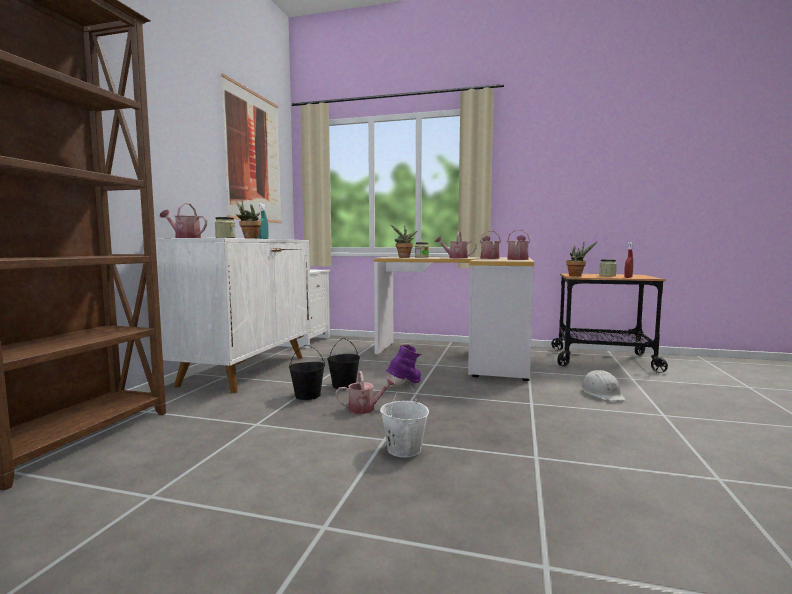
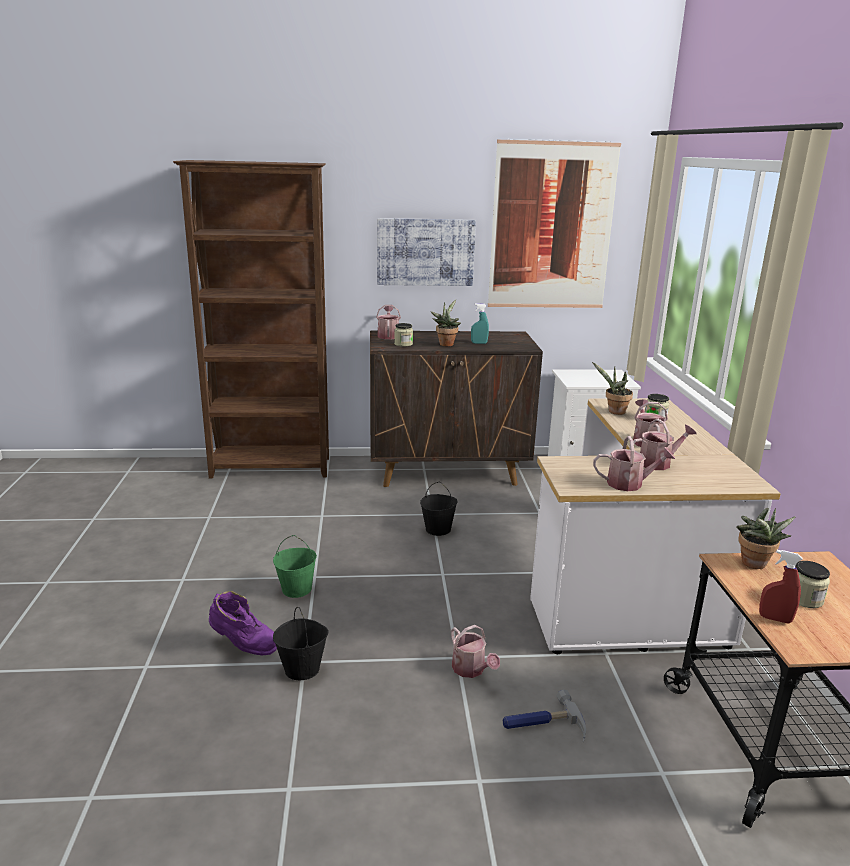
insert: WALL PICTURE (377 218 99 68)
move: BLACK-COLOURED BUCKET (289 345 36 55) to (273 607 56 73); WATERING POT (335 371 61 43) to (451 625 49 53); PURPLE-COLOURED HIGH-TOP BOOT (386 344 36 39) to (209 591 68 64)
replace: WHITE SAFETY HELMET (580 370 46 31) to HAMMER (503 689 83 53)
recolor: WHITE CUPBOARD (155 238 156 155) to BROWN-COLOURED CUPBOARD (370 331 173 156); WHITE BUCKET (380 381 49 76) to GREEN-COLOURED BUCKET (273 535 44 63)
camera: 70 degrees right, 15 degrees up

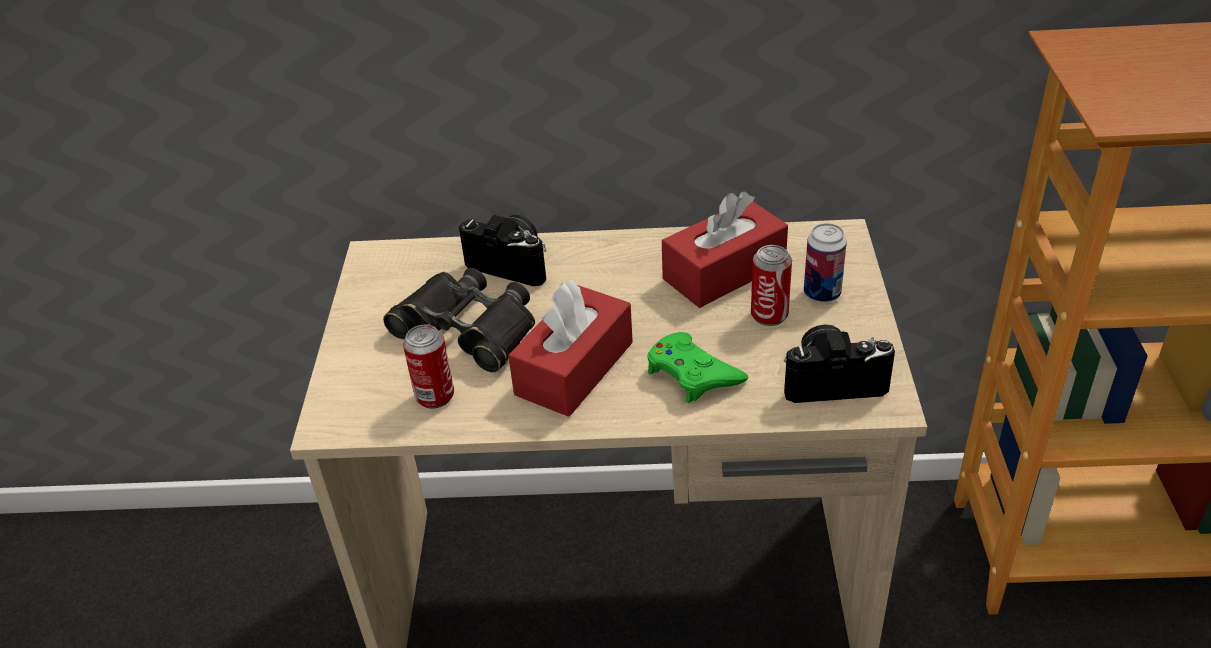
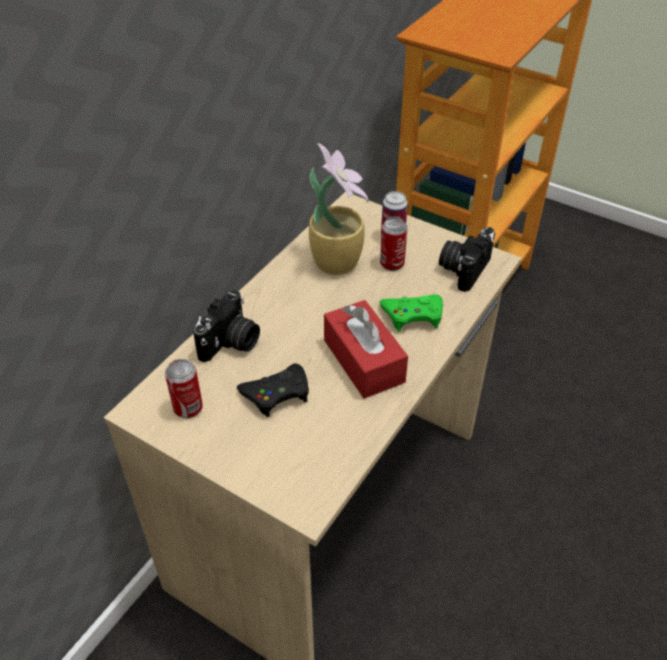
move: CAN (403 324 51 85) to (165 359 38 60)
replace: BLACK-COLOURED FIELD GLASSES (383 268 152 105) to BLACK-COLOURED GAME CONTROLLER (237 363 72 54); REDDISH TISSUE BOX (662 191 126 117) to POTTED PLANT (309 143 60 132)
rotate: STILL CAMERA (459 215 87 71) = (193 290 67 72) 150 degrees clockwise
camera: 60 degrees left, 5 degrees up

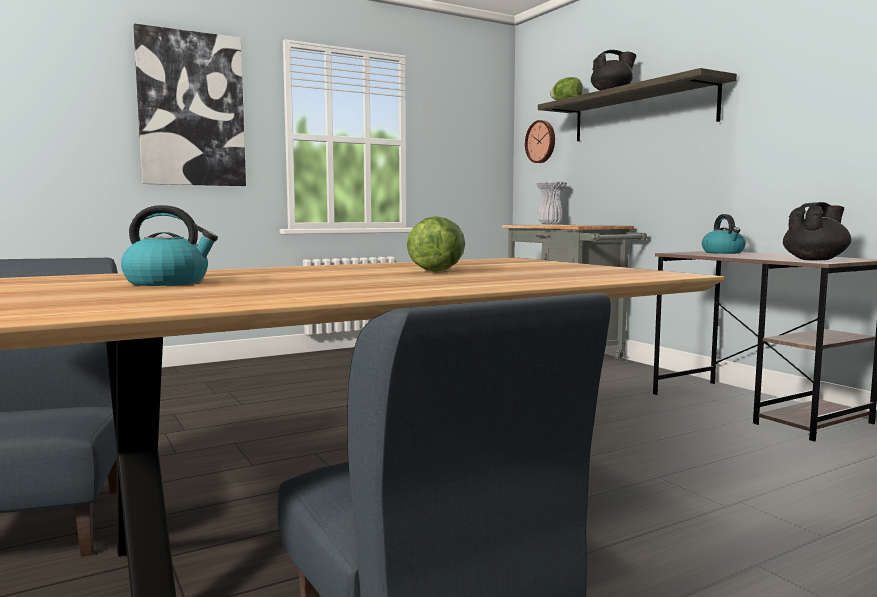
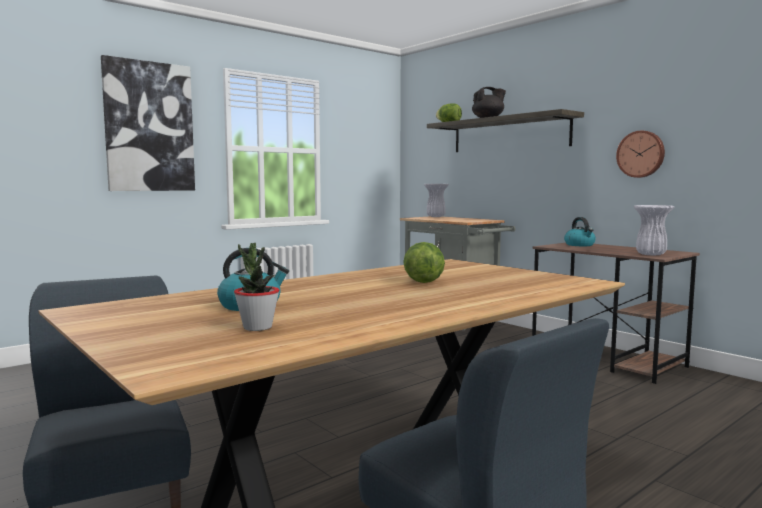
insert: POTTED PLANT (234 243 45 88)
move: HANGING CLOCK (525 120 30 43) to (616 131 49 47)
replace: BLACK-COLOURED TEA POT (783 202 68 58) to WHITE VASE (634 205 40 51)
camera: 10 degrees left, 0 degrees up

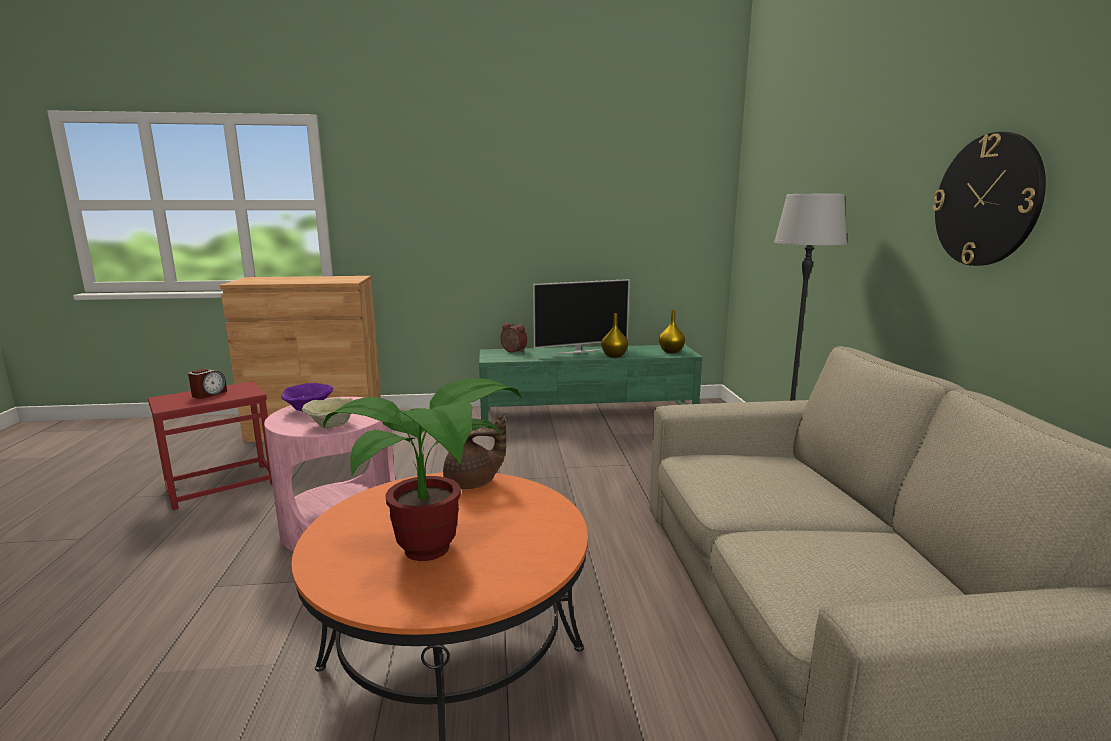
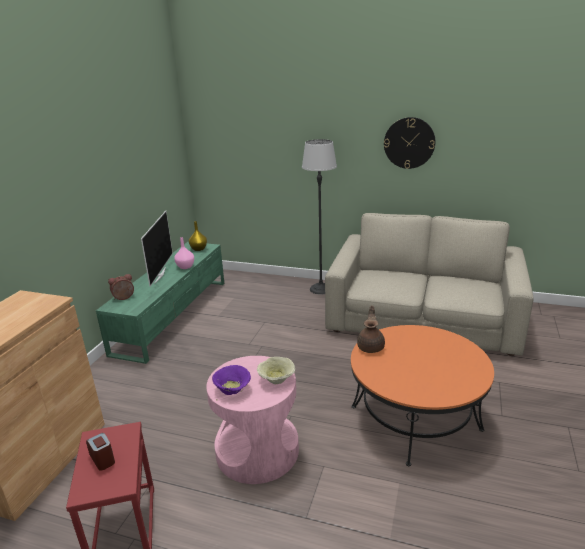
delete: POTTED PLANT (323 378 199 183)
recolor: YELLOW-COLOURED VASE (601 313 27 45) to PINKISH VASE (174 237 20 32)
camera: 65 degrees left, 10 degrees up

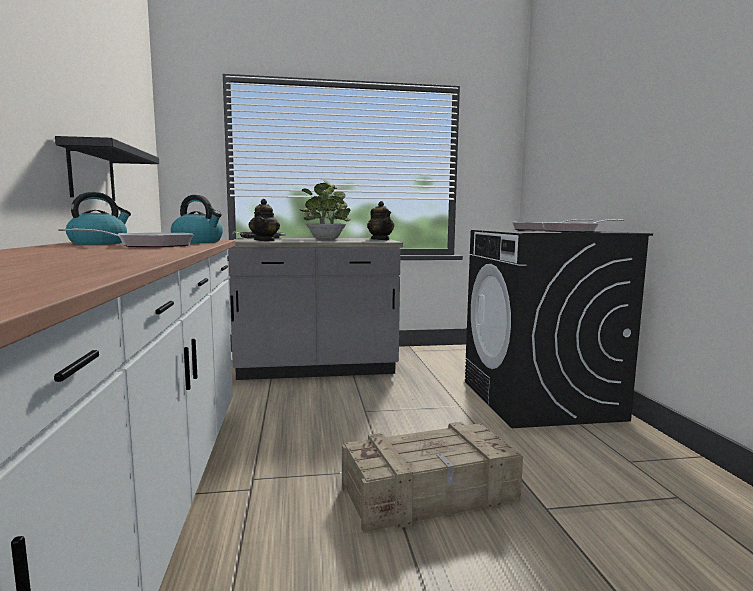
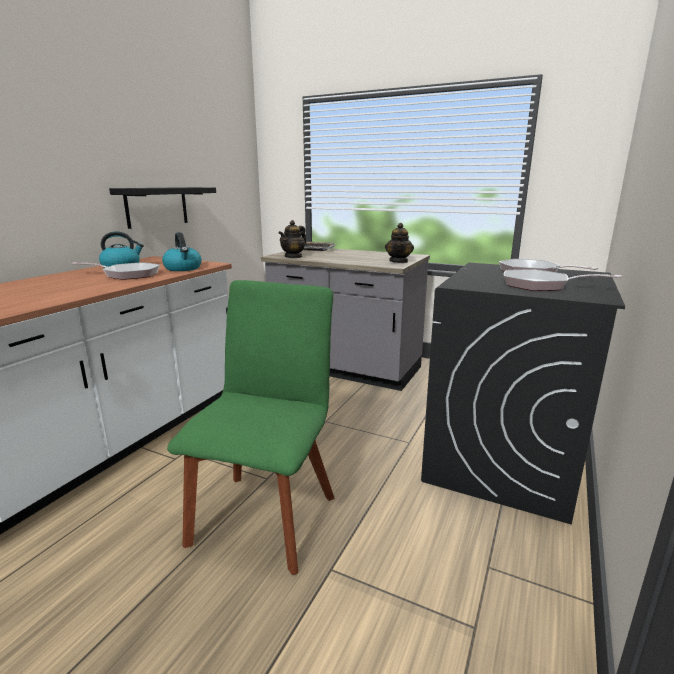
delete: POTTED PLANT (299 179 52 61)
replace: CRATE (342 422 181 111) to GREEN-COLOURED UPRIGHT CHAIR (167 280 168 295)
camera: 35 degrees right, 10 degrees up

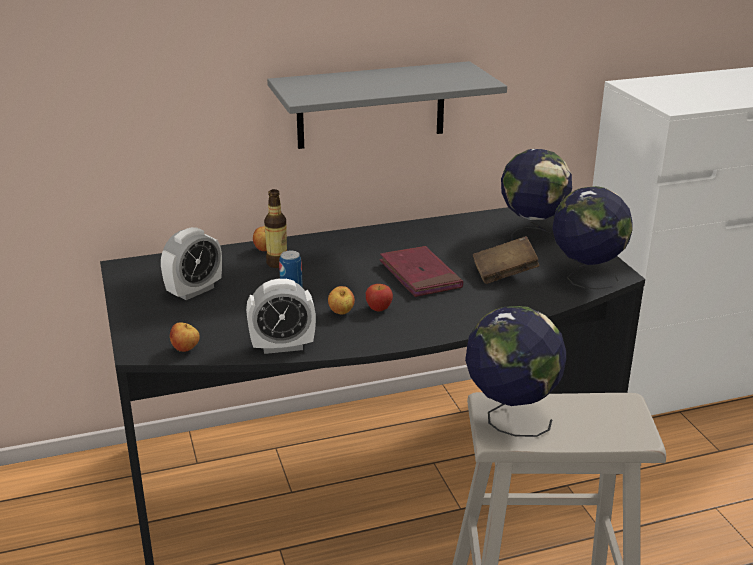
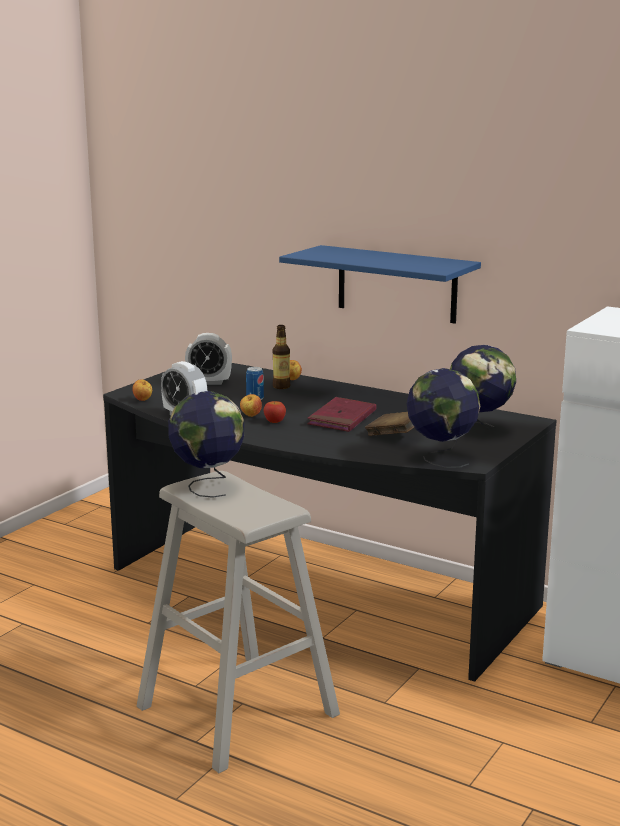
recolor: GREY BRACKET SHELF (267 61 240 88) to BLUISH BRACKET SHELF (279 245 202 79)
camera: 50 degrees right, 10 degrees down

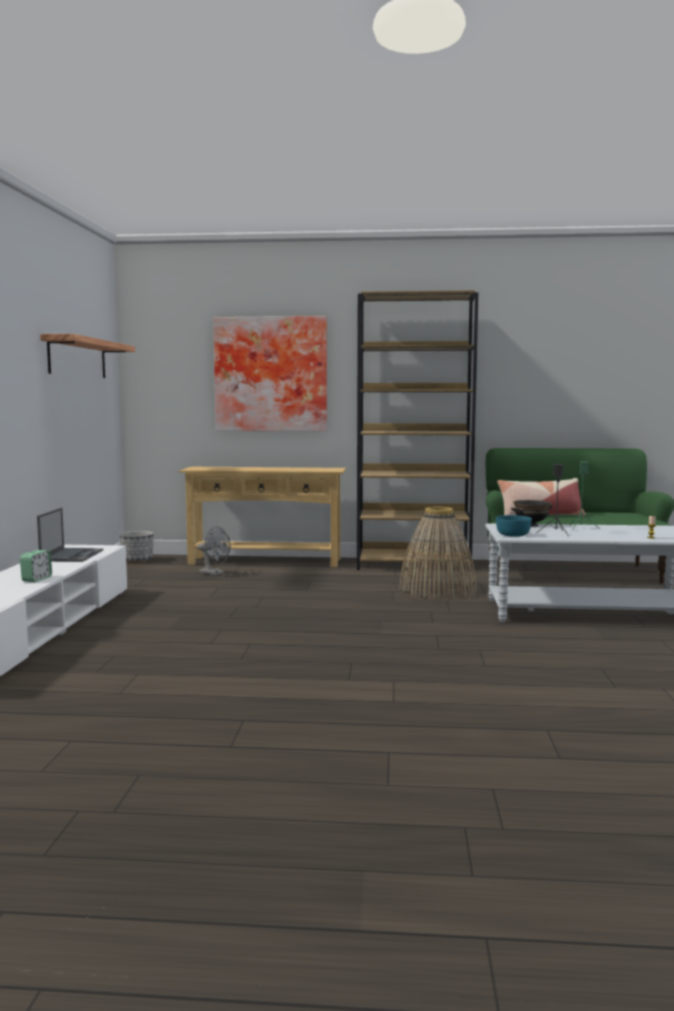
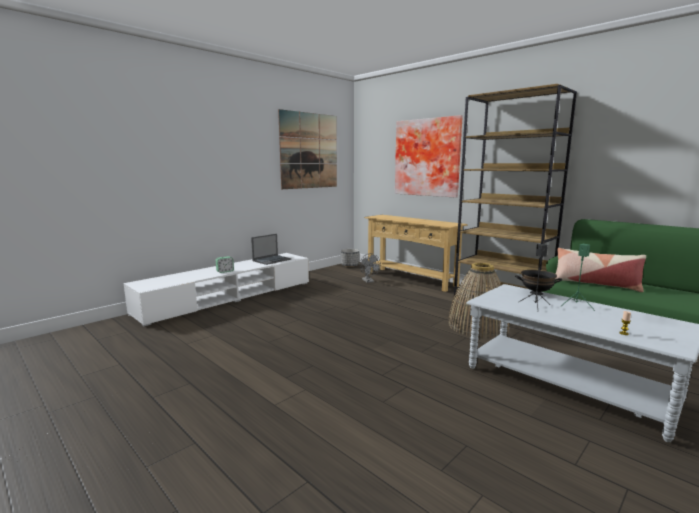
delete: TURQUOISE BOWL (496 515 36 22)
replace: BRACKET SHELF (40 334 95 44) to WALL PICTURE (278 109 59 80)
camera: 40 degrees right, 5 degrees up

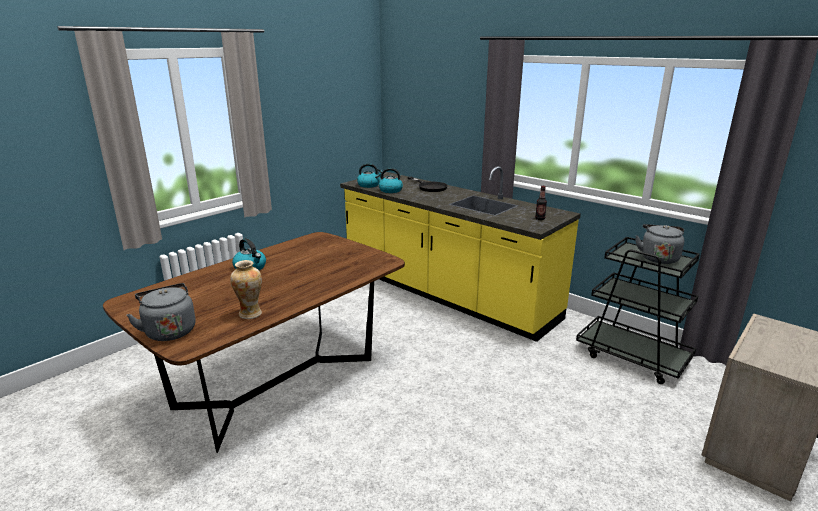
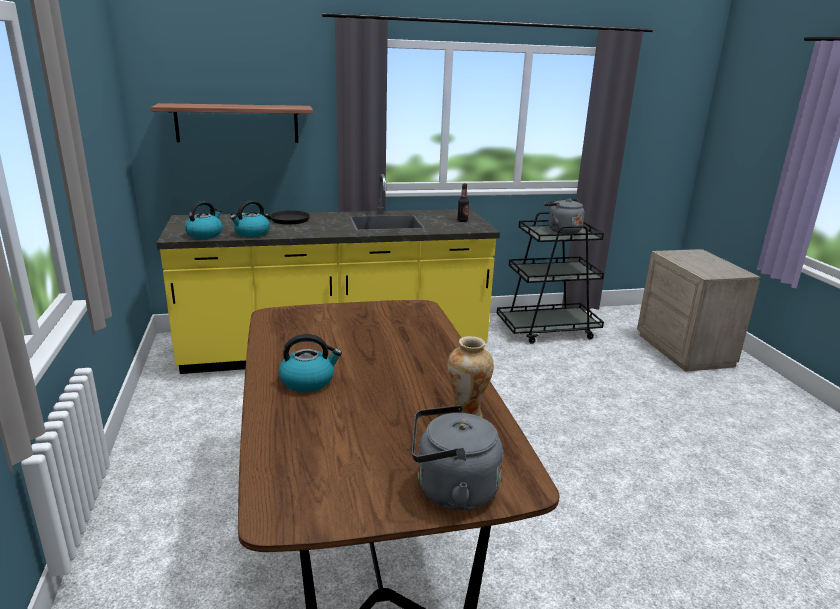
insert: BRACKET SHELF (151 103 162 40)
camera: 55 degrees left, 0 degrees up

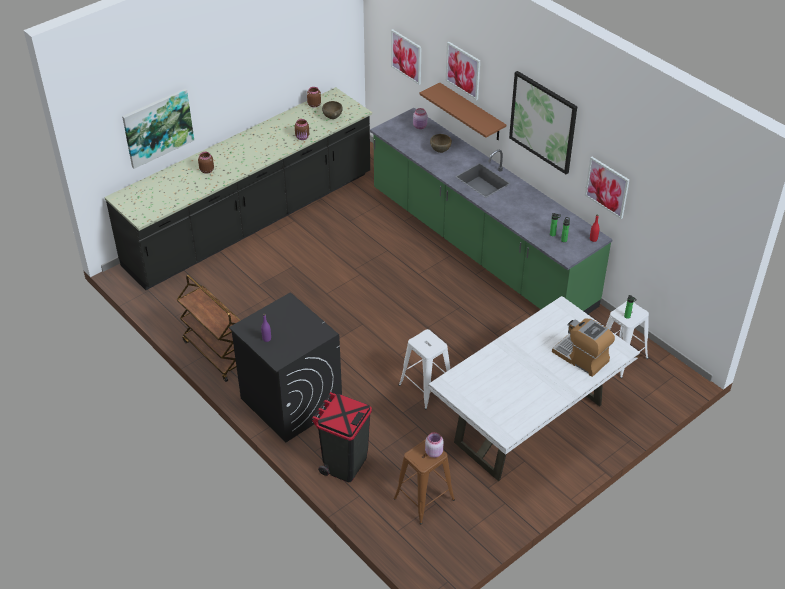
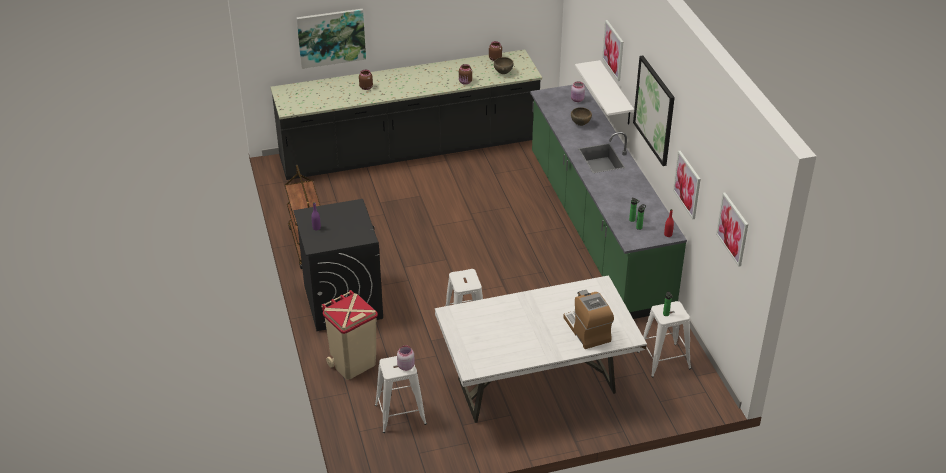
move: WALL PICTURE (391 29 30 56) to (716 192 32 75)
recolor: BLACK-COLOURED RUBBISH BIN (312 392 60 90) to BEIGE-COLOURED RUBBISH BIN (321 290 57 90); BROWN-COLOURED STOOL SEAT (394 439 61 85) to WHITE STOOL SEAT (375 356 52 77); BROWN-COLOURED BRACKET SHELF (419 83 87 57) to WHITE BRACKET SHELF (575 60 59 65)
camera: 25 degrees right, 5 degrees down

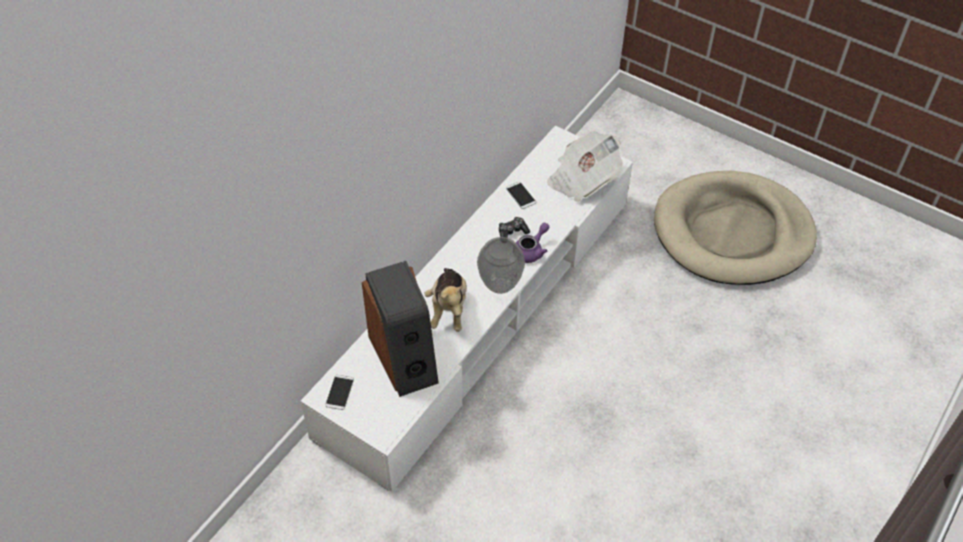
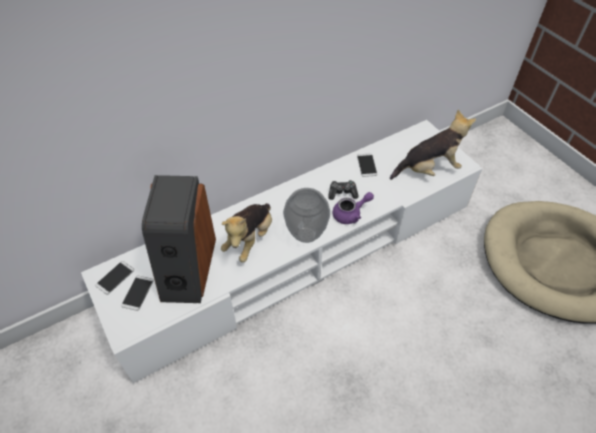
insert: HANDSET (121 276 32 35)
replace: NEWSPAPER (547 131 76 71) to SOFT TOY (390 110 86 70)
camera: 25 degrees right, 0 degrees up

